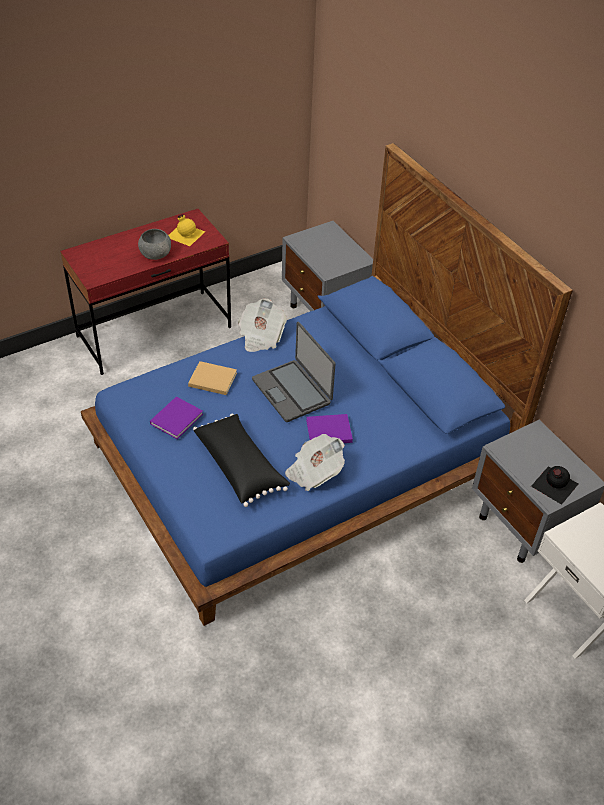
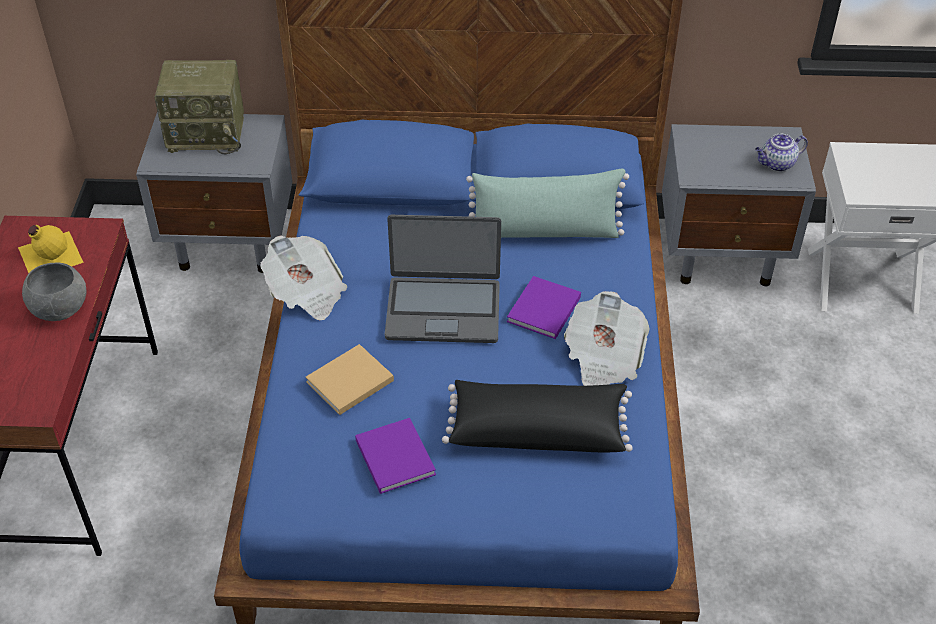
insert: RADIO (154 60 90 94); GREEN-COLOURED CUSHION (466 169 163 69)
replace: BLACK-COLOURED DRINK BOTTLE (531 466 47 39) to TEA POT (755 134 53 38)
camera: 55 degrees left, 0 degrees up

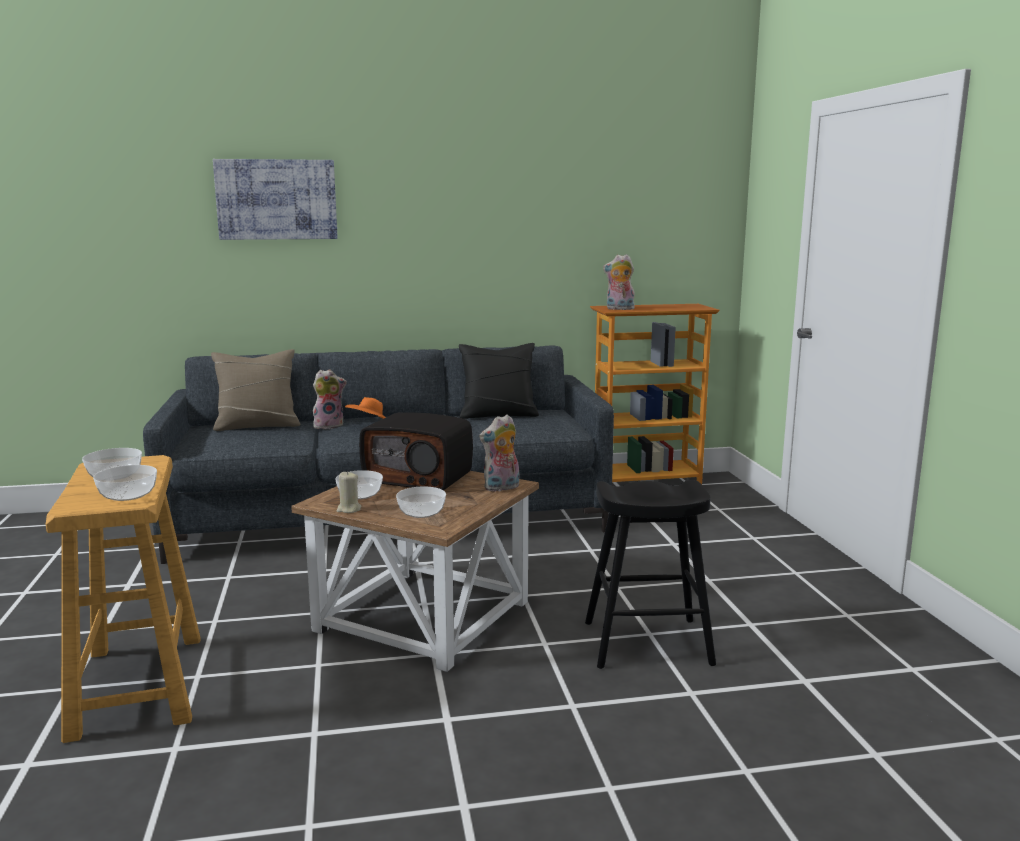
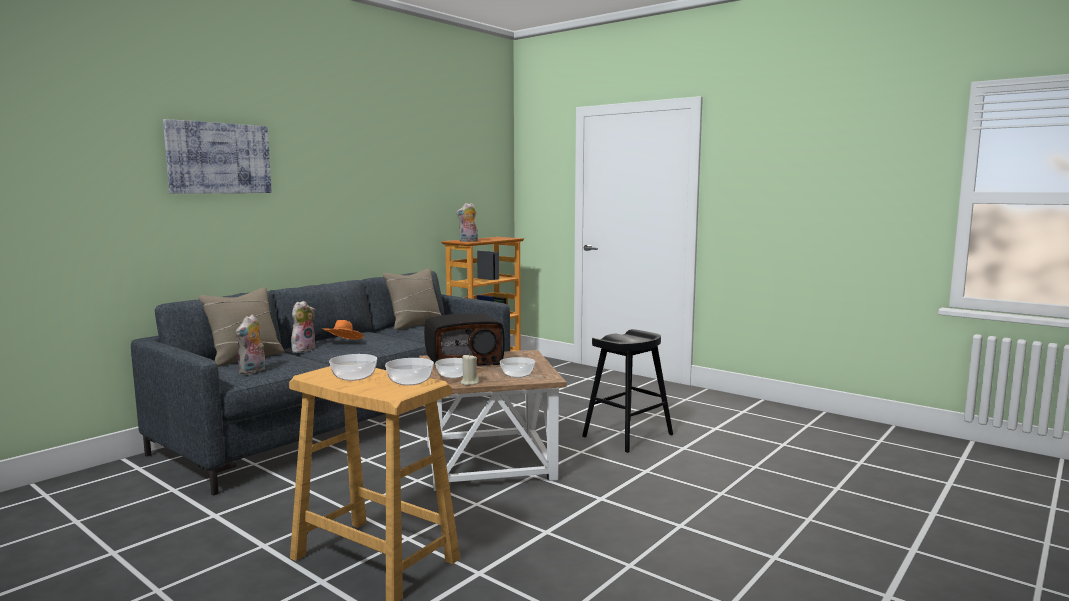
move: SOFT TOY (479 414 40 78) to (236 315 30 60)
recolor: BLACK-COLOURED CUSHION (459 343 80 76) to BEIGE-COLOURED CUSHION (383 268 58 62)
camera: 40 degrees left, 5 degrees down

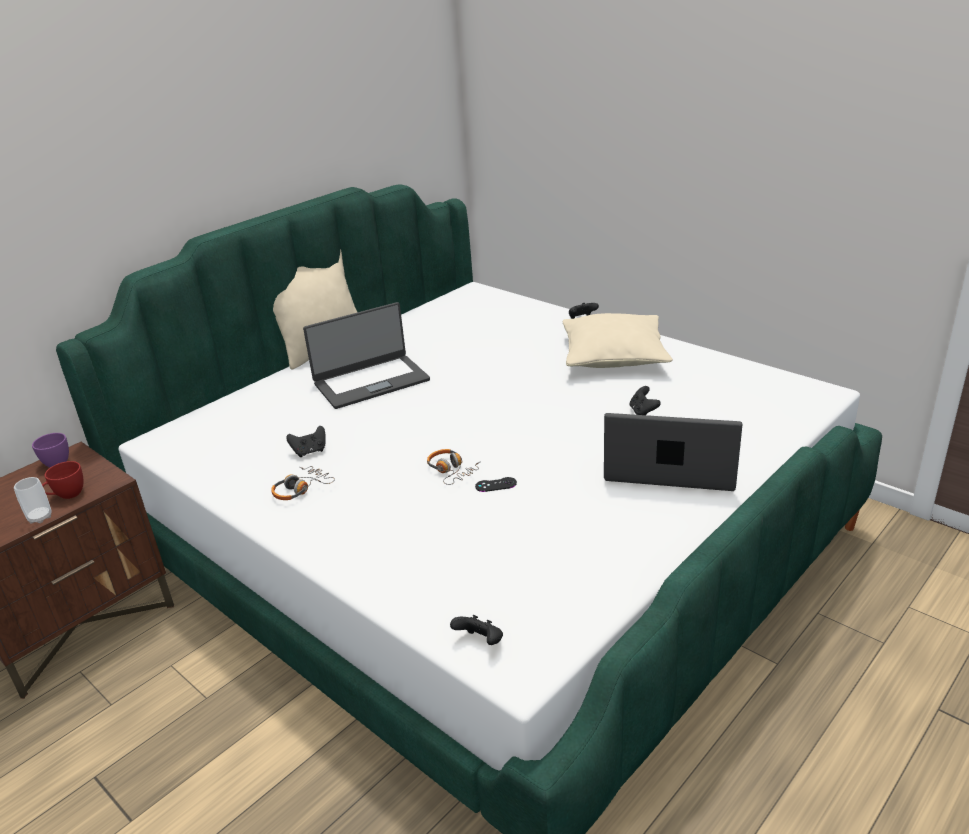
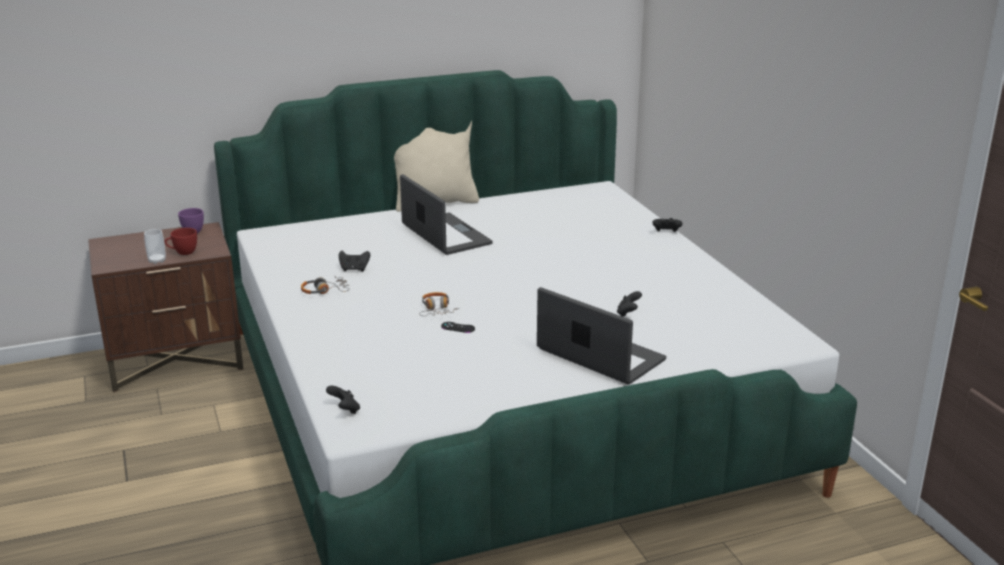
delete: BEIGE-COLOURED CUSHION (563 313 110 55)
rotate: LAPTOP (303 302 127 107) = (400 174 93 81) 120 degrees counterclockwise
camera: 25 degrees right, 5 degrees down

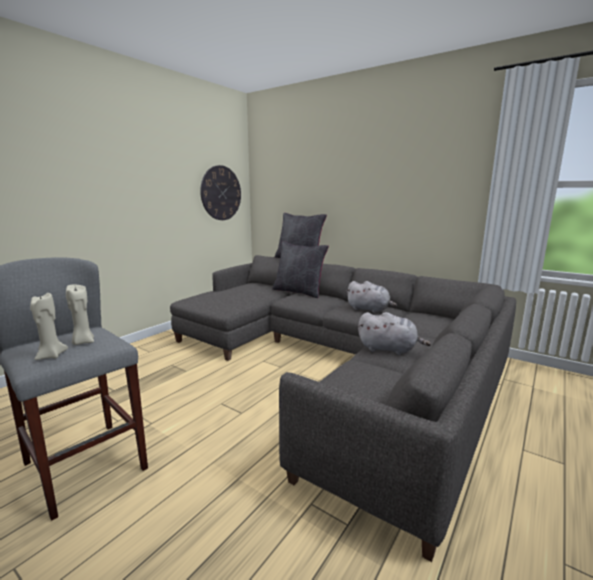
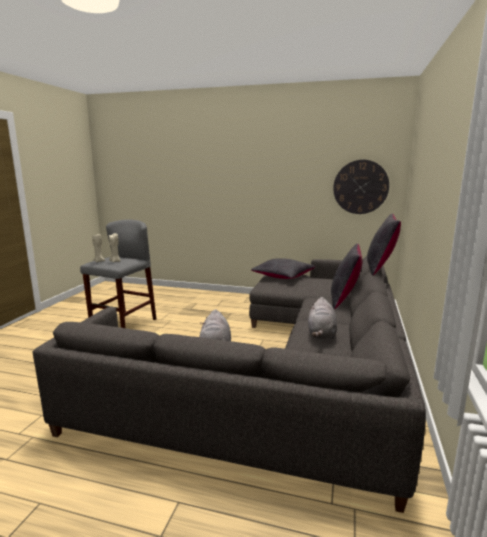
insert: BLACK-COLOURED CUSHION (251 258 64 21)
camera: 70 degrees right, 0 degrees up

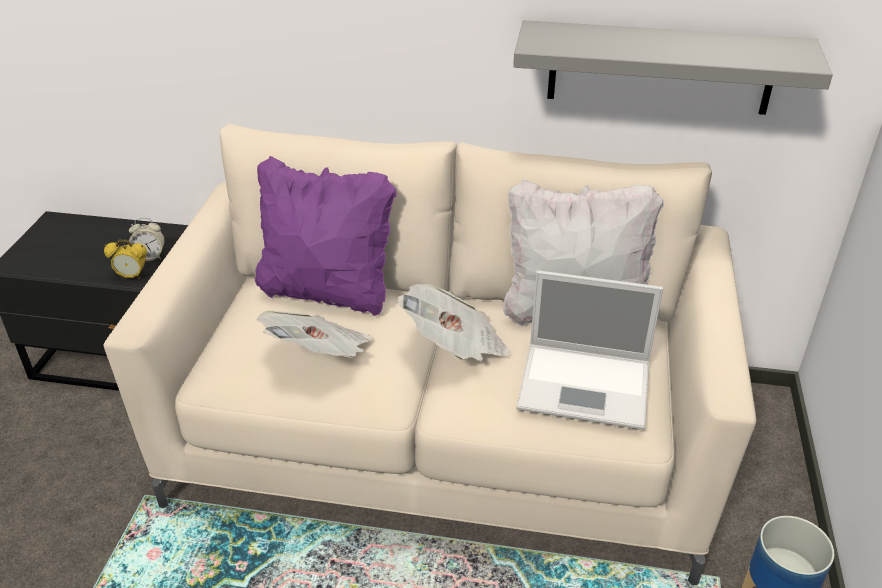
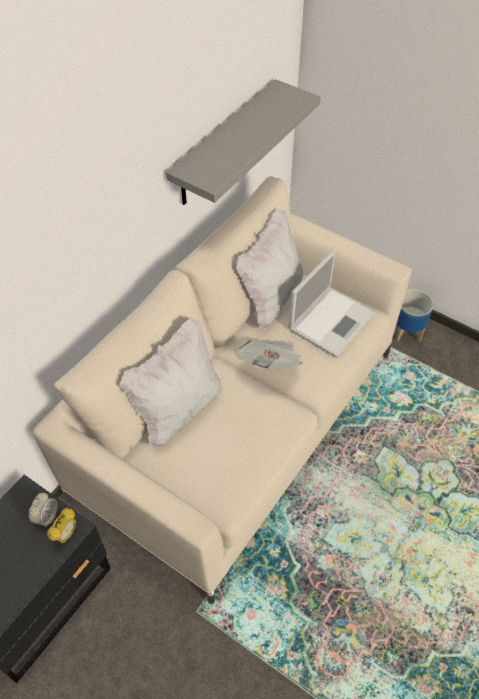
delete: NEWSPAPER (257 311 116 47)
recolor: PURPLE-COLOURED CUSHION (255 156 142 160) to WHITE CUSHION (120 318 102 131)
camera: 65 degrees left, 15 degrees up

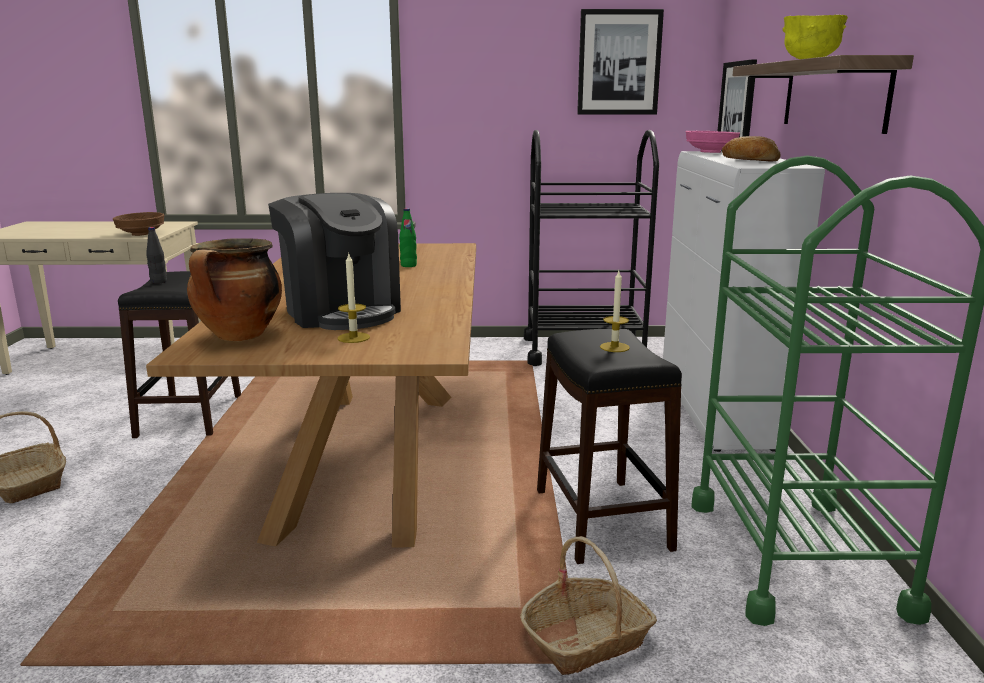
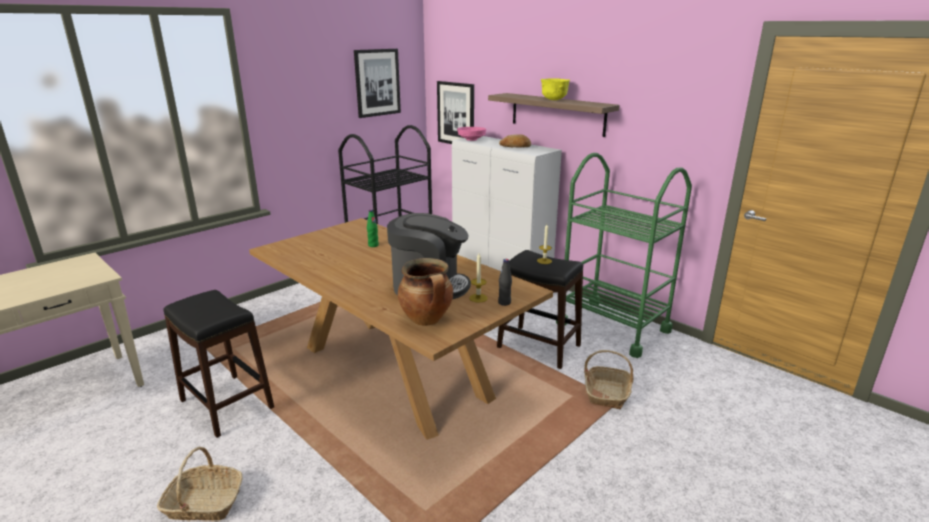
delete: BROWN-COLOURED BOWL (113 212 51 24)
move: BLACK-COLOURED DRINK BOTTLE (146 227 21 57) to (498 259 14 47)
camera: 45 degrees left, 5 degrees up

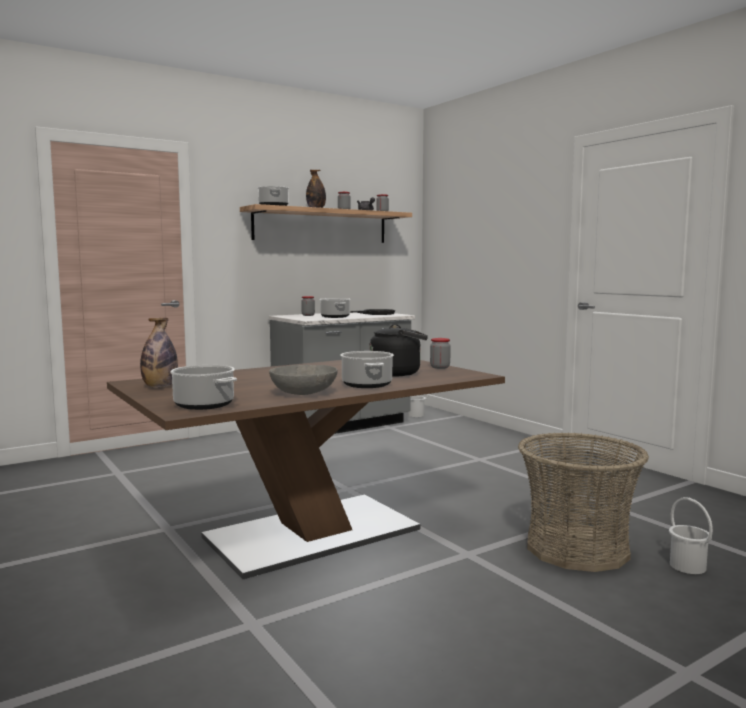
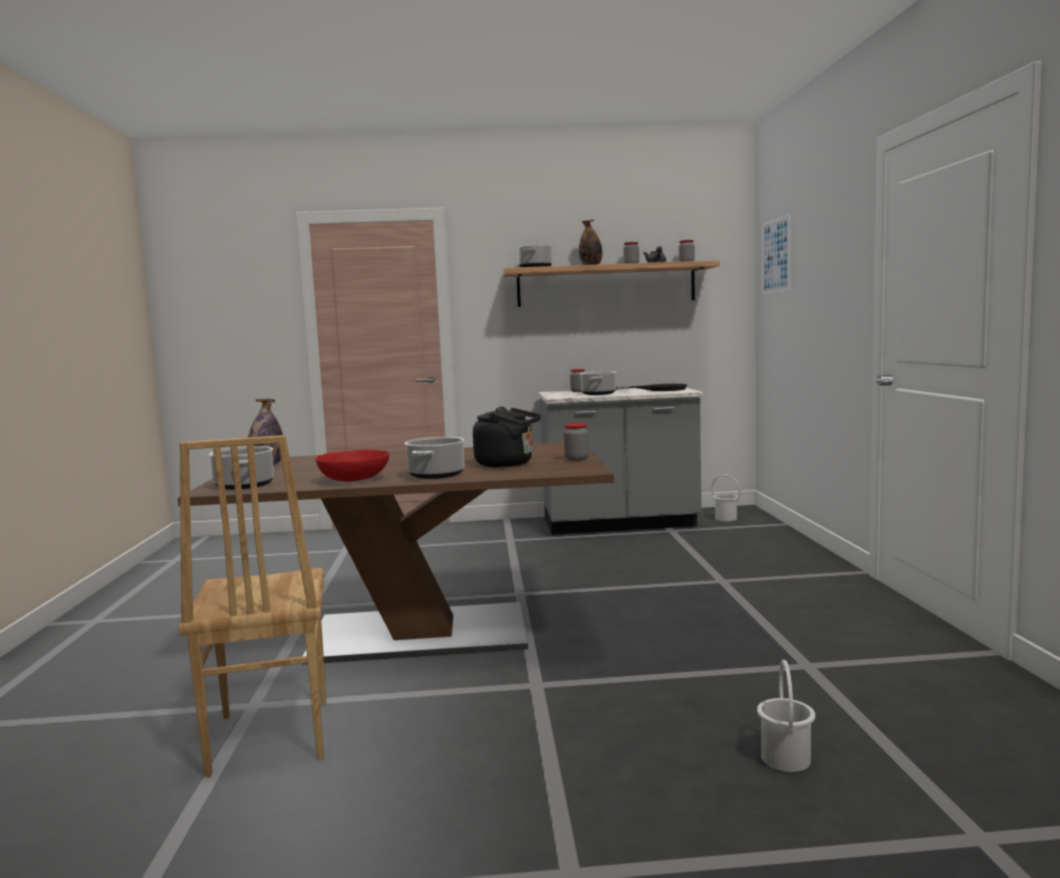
delete: BASKET (518 433 131 139)
insert: BROWN-COLOURED UPRIGHT CHAIR (178 435 148 343); WALL PICTURE (762 214 29 80)
recolor: GREY BOWL (269 365 69 30) to REDDISH BOWL (316 449 73 33)
camera: 30 degrees right, 0 degrees up

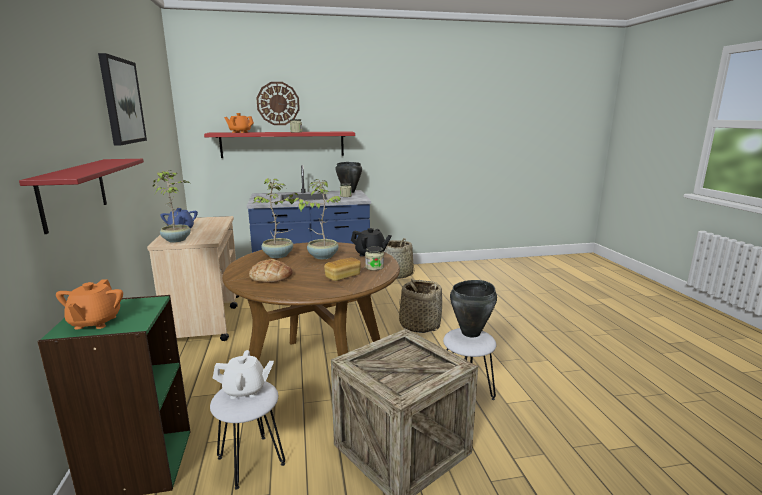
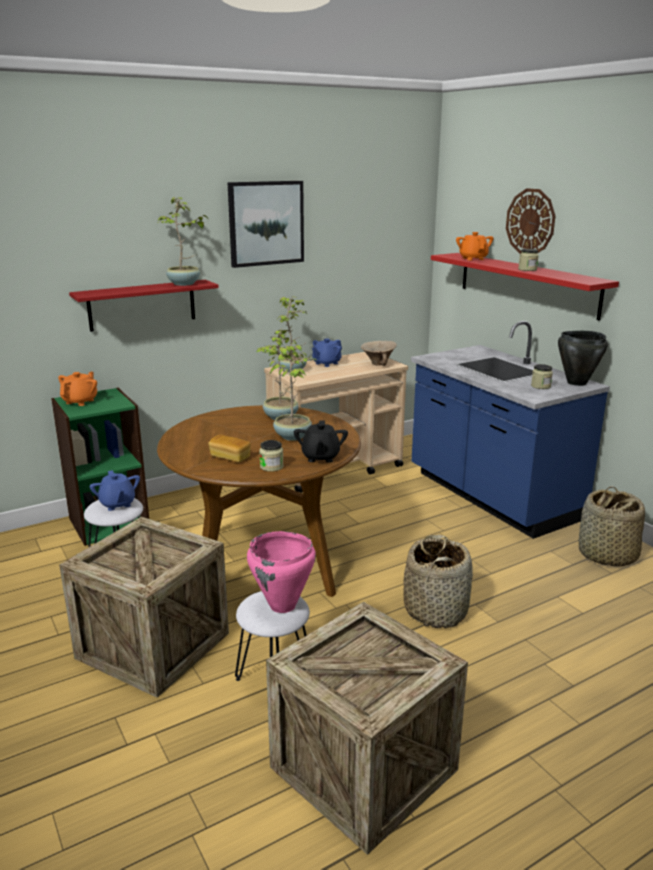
delete: BAKERY BREAD (249 259 43 24)
insert: POTTED PLANT (157 197 51 89); CRATE (266 602 202 253); BEIGE-COLOURED BOWL (361 341 36 25)
recolor: WHITE TEA POT (213 350 61 49) to BLUISH TEA POT (90 470 50 41); BLACK-COLOURED SAUCEPOT (450 280 47 57) to PINKISH SAUCEPOT (247 531 69 82)
rotate: ORANGEY TEA POT (56 279 67 51) = (58 372 39 34) 135 degrees clockwise
camera: 70 degrees right, 5 degrees up

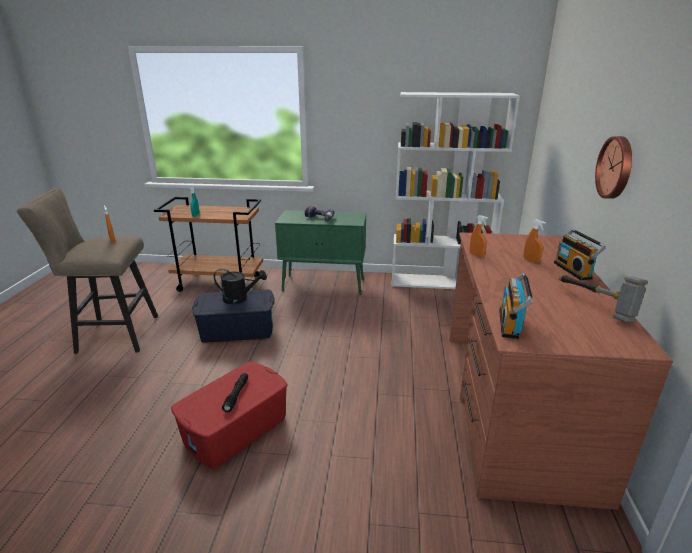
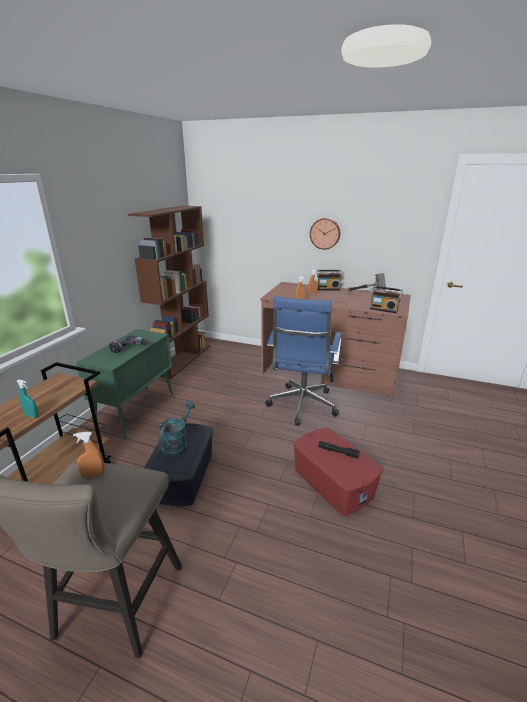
insert: BLUISH OFFICE CHAIR (265 296 77 130)
recolor: BLACK-COLOURED WATERING POT (214 269 53 35) to TURQUOISE WATERING POT (159 401 36 56); WHITE SHELVING UNIT (392 92 128 197) to BROWN-COLOURED SHELVING UNIT (128 206 83 173)
camera: 75 degrees left, 0 degrees up

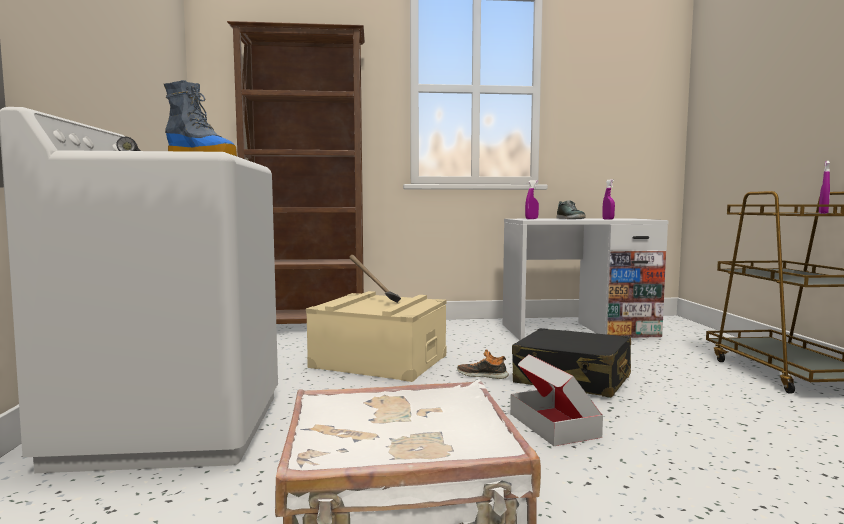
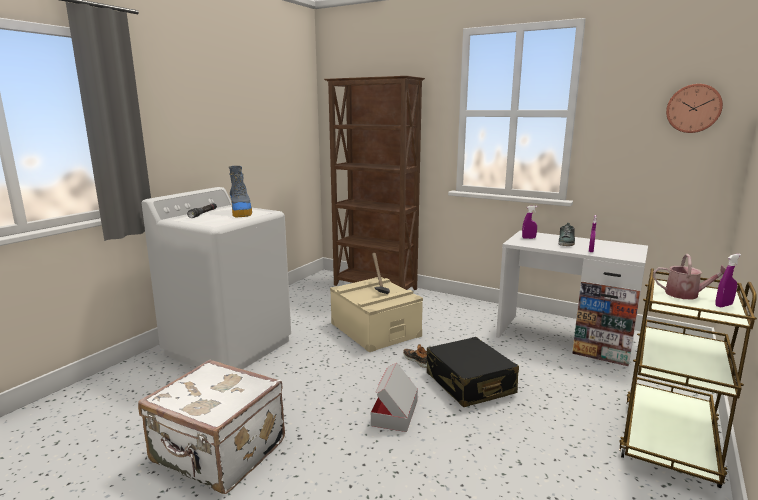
insert: WATERING POT (653 254 73 45); HANGING CLOCK (666 84 57 49)
camera: 35 degrees right, 10 degrees up

